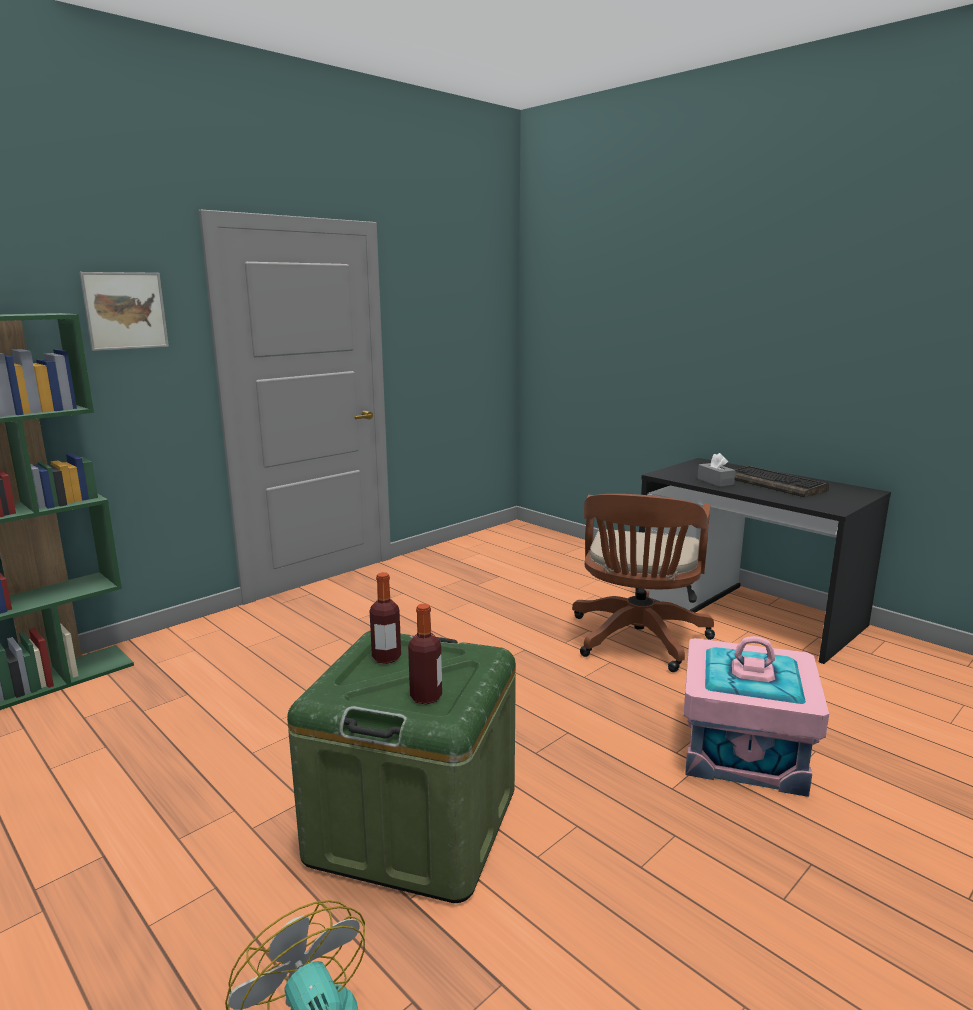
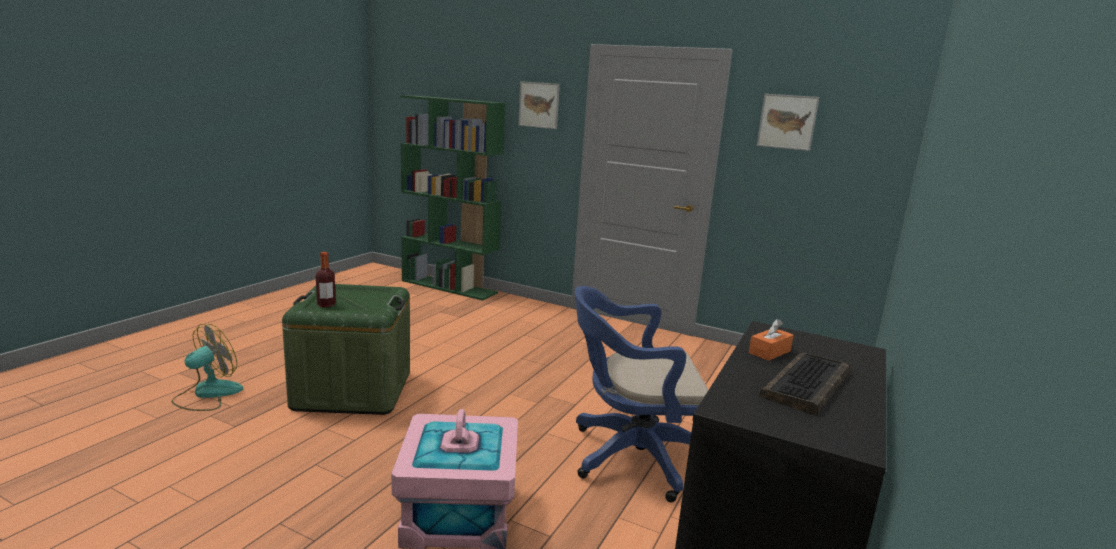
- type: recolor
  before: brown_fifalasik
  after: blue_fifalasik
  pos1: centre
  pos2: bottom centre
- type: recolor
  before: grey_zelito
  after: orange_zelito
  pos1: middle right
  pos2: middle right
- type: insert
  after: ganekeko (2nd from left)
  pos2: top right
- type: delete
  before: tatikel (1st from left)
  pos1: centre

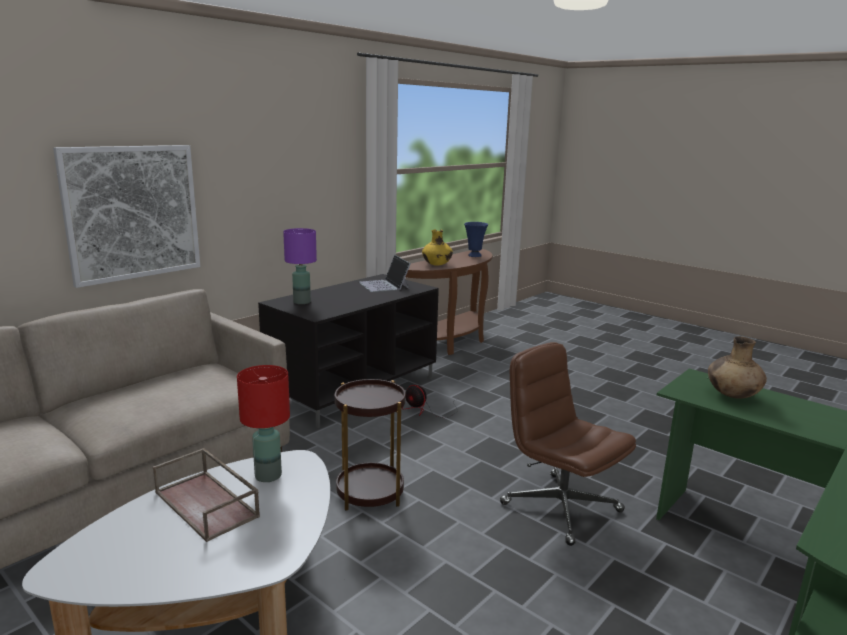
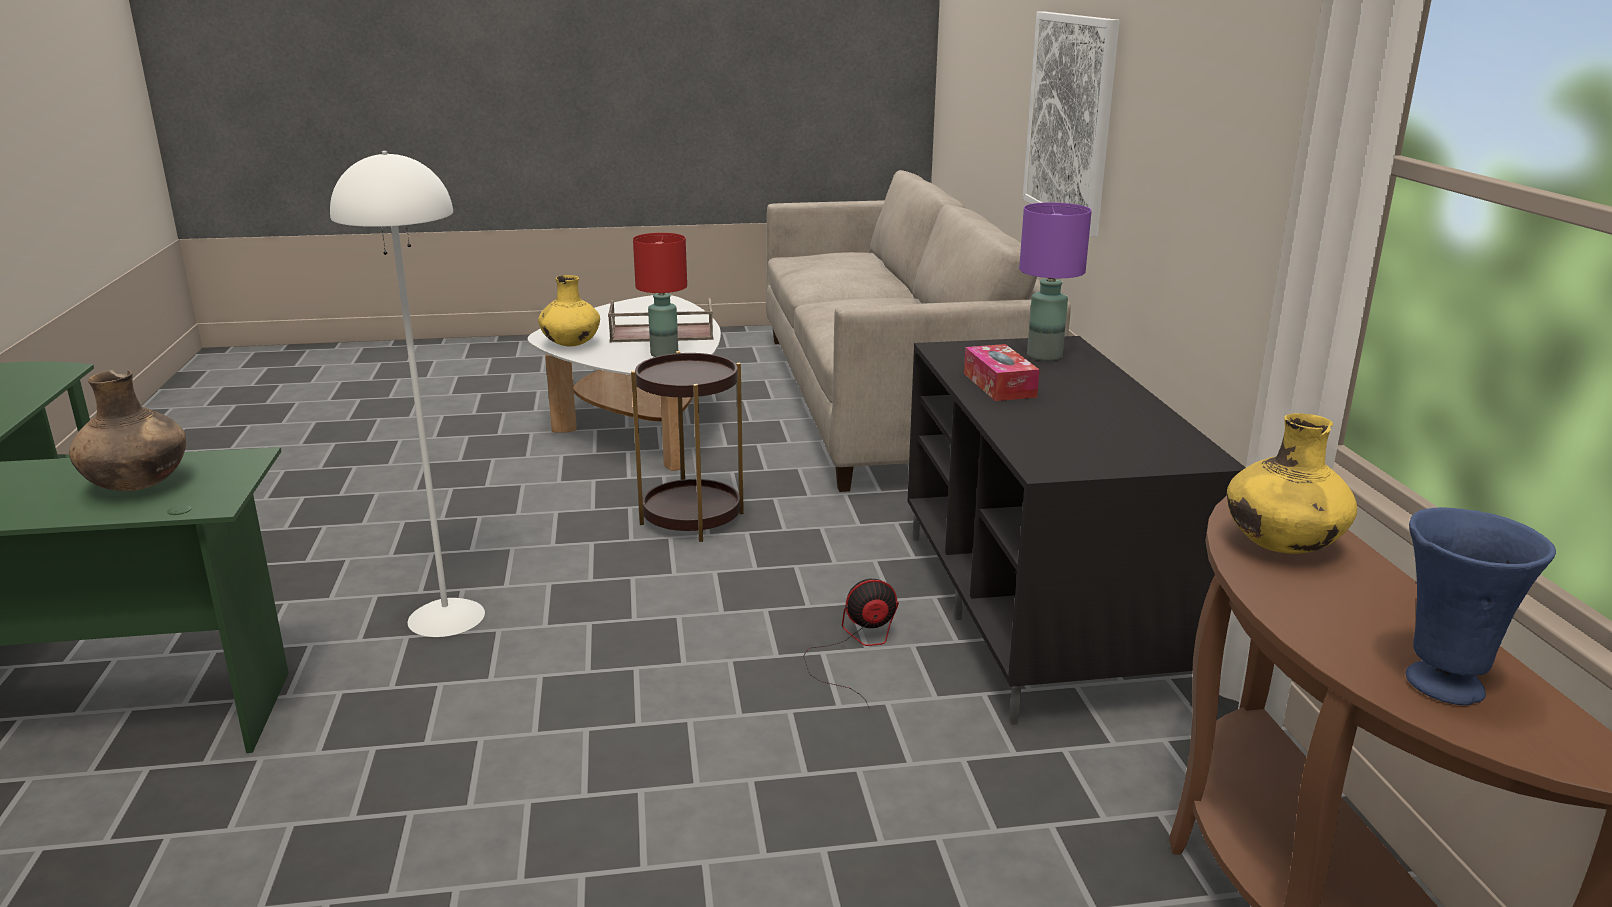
- type: replace
  before: brown_fifalasik
  after: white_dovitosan
  pos1: bottom right
  pos2: middle left
- type: insert
  after: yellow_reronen (1st from left)
  pos2: centre
- type: insert
  after: zelito
  pos2: centre
- type: delete
  before: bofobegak
  pos1: centre

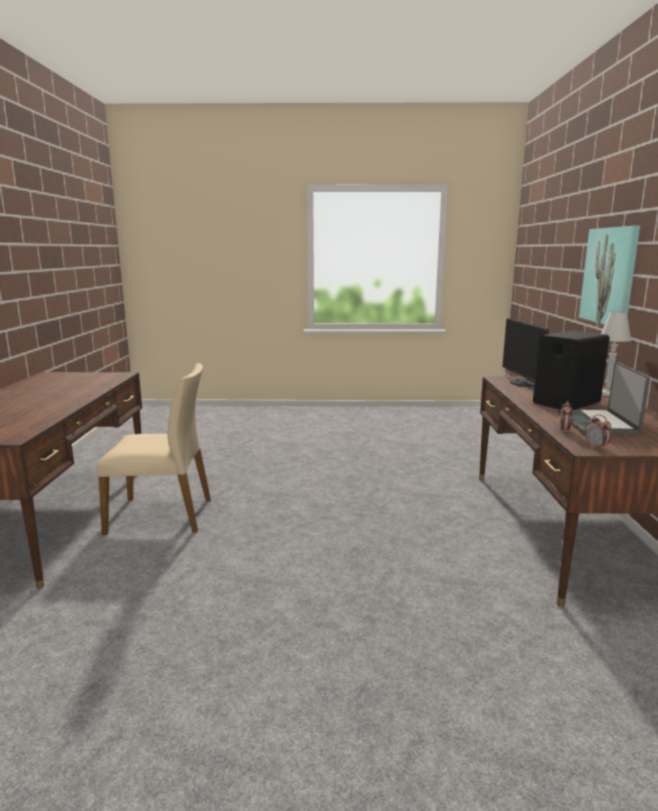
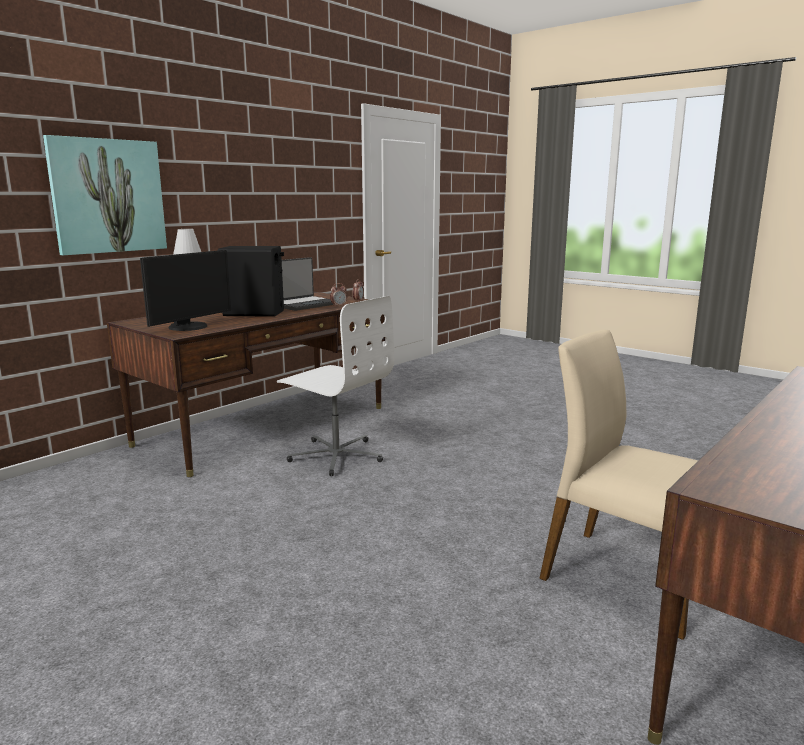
- type: insert
  after: white_fifalasik
  pos2: centre

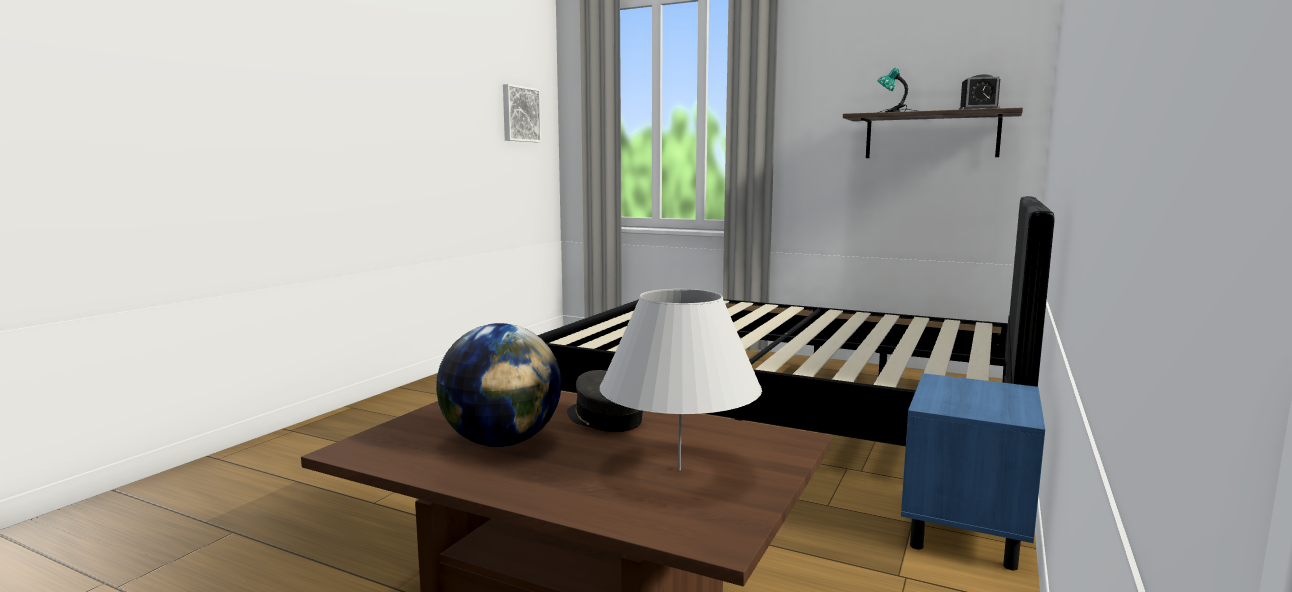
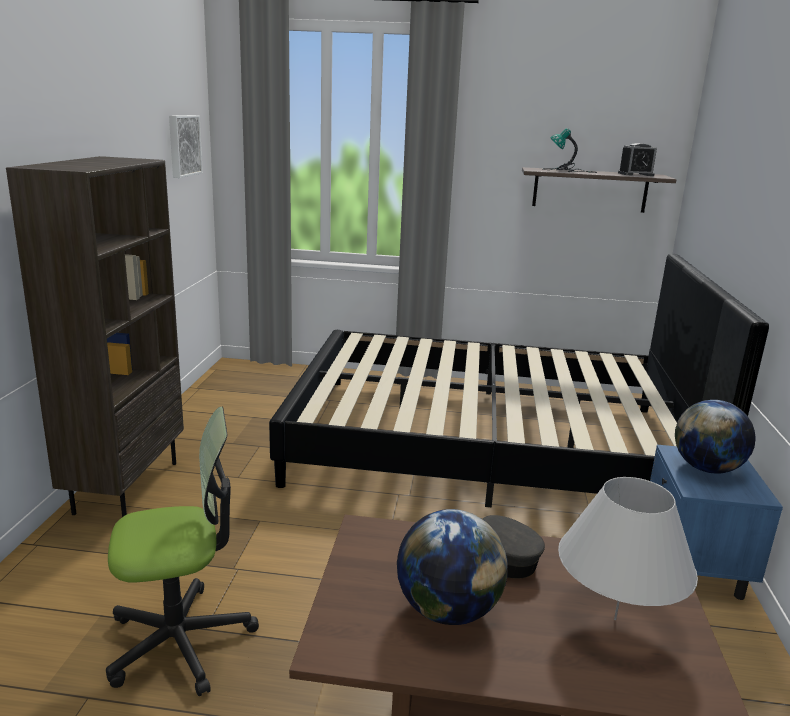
- type: insert
  after: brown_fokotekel
  pos2: middle left
- type: insert
  after: fifalasik
  pos2: bottom left
- type: insert
  after: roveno (2nd from left)
  pos2: middle right

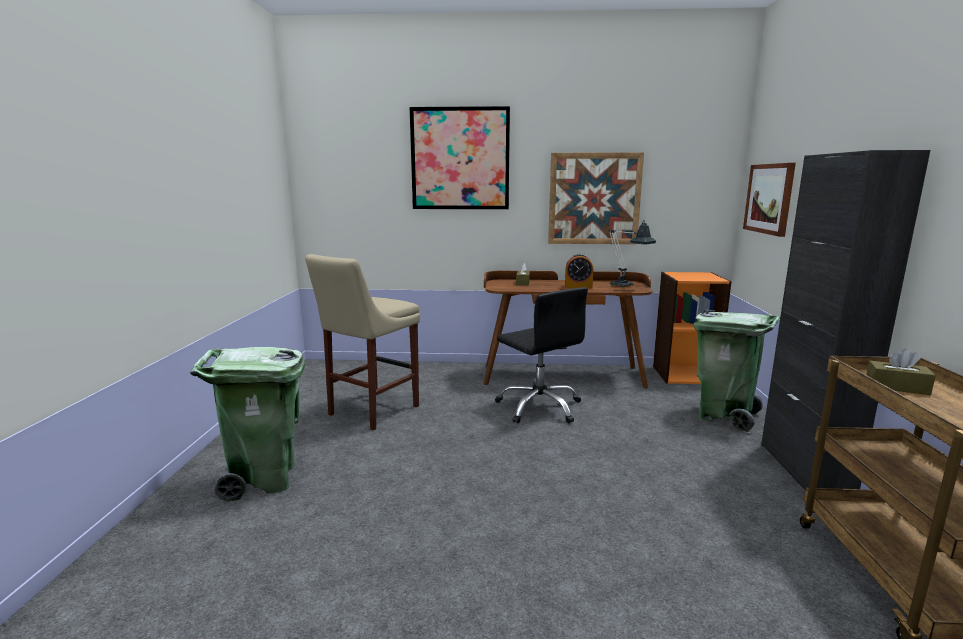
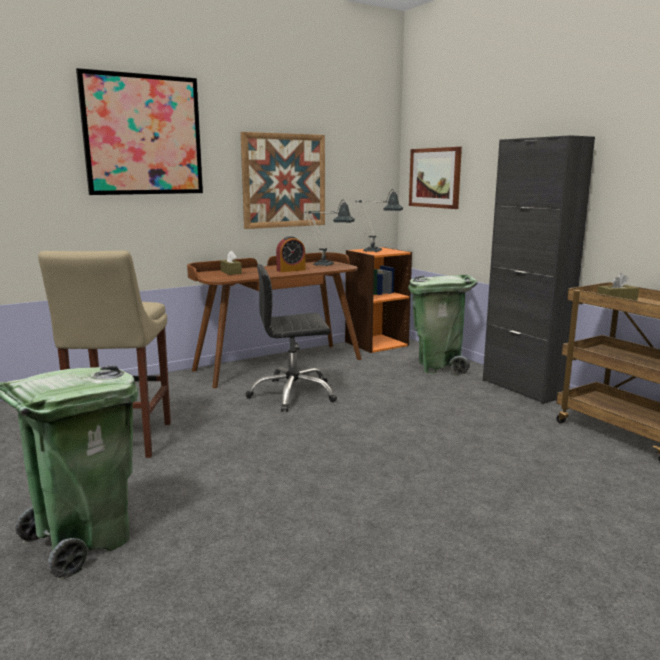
- type: rotate
  before: black_fifalasik
  pos1: centre
  pos2: centre
  turn: 150
- type: insert
  after: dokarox (2nd from left)
  pos2: centre

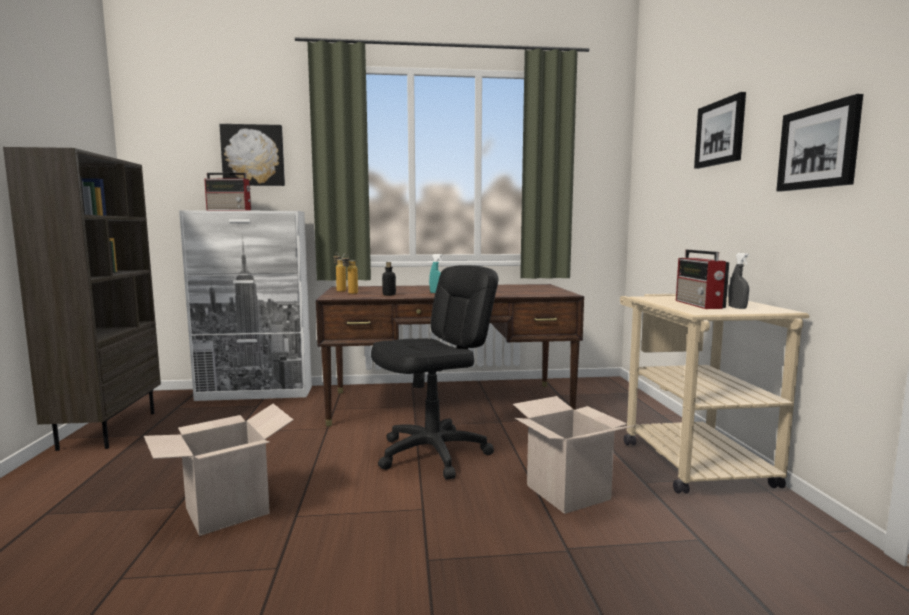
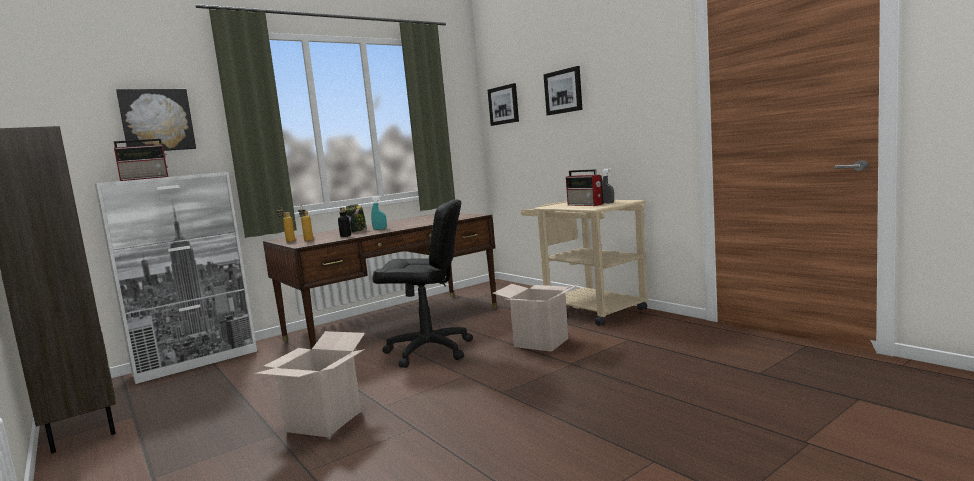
- type: insert
  after: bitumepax
  pos2: centre
- type: rotate
  before: black_fifalasik
  pos1: centre
  pos2: centre
  turn: 75
- type: move
  before: ganekeko (3rd from left in the first image)
  after: ganekeko (2nd from left)
  pos1: top right
  pos2: top centre

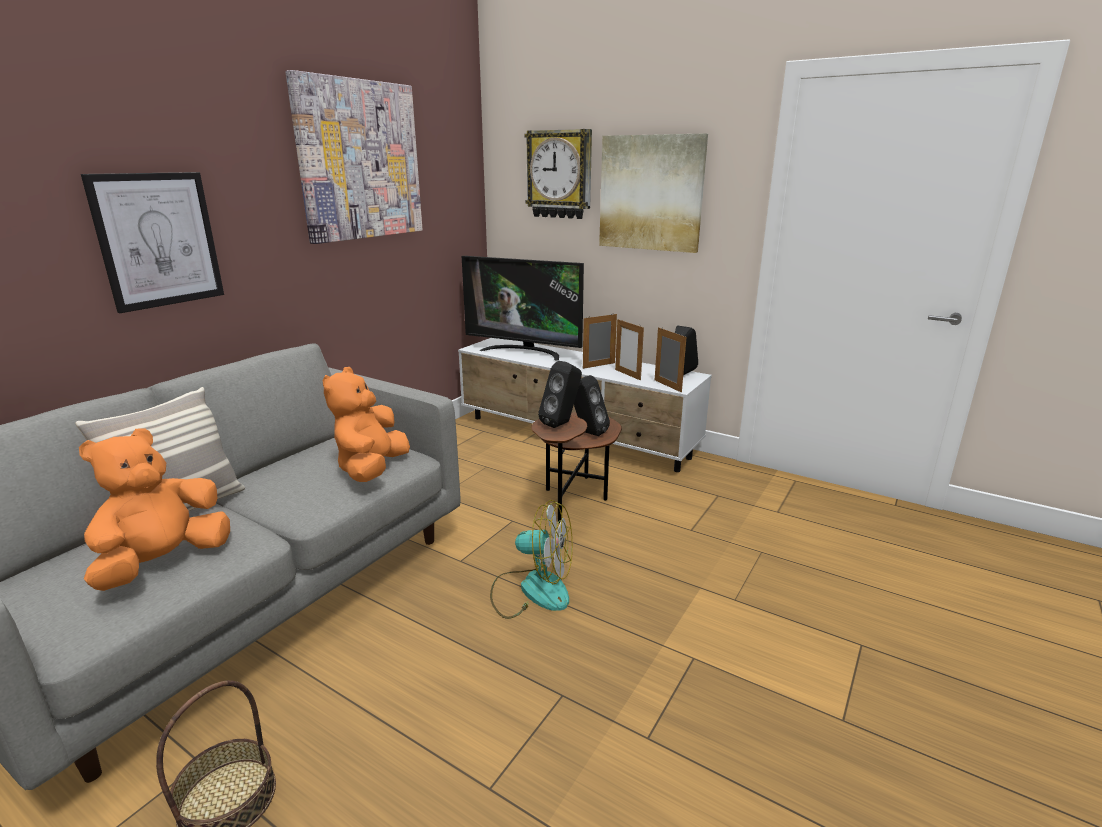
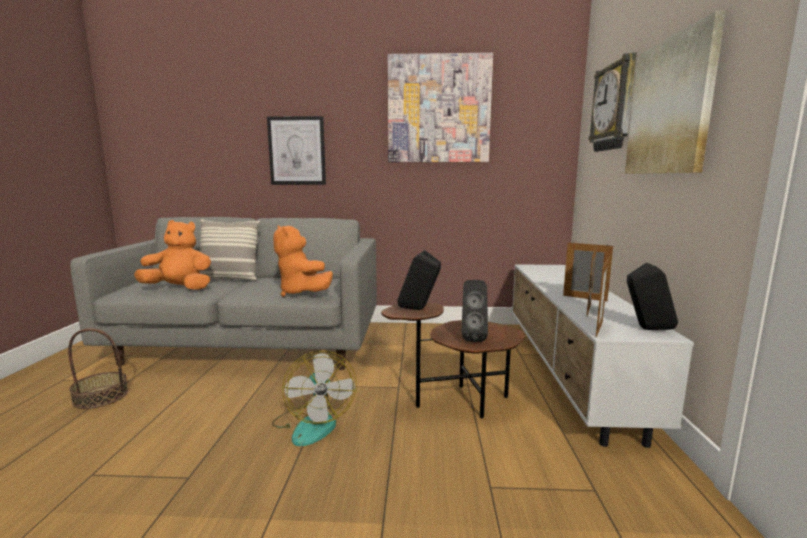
- type: rotate
  before: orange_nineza (2nd from left)
  pos1: middle left
  pos2: centre
  turn: -105
- type: delete
  before: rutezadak
  pos1: centre

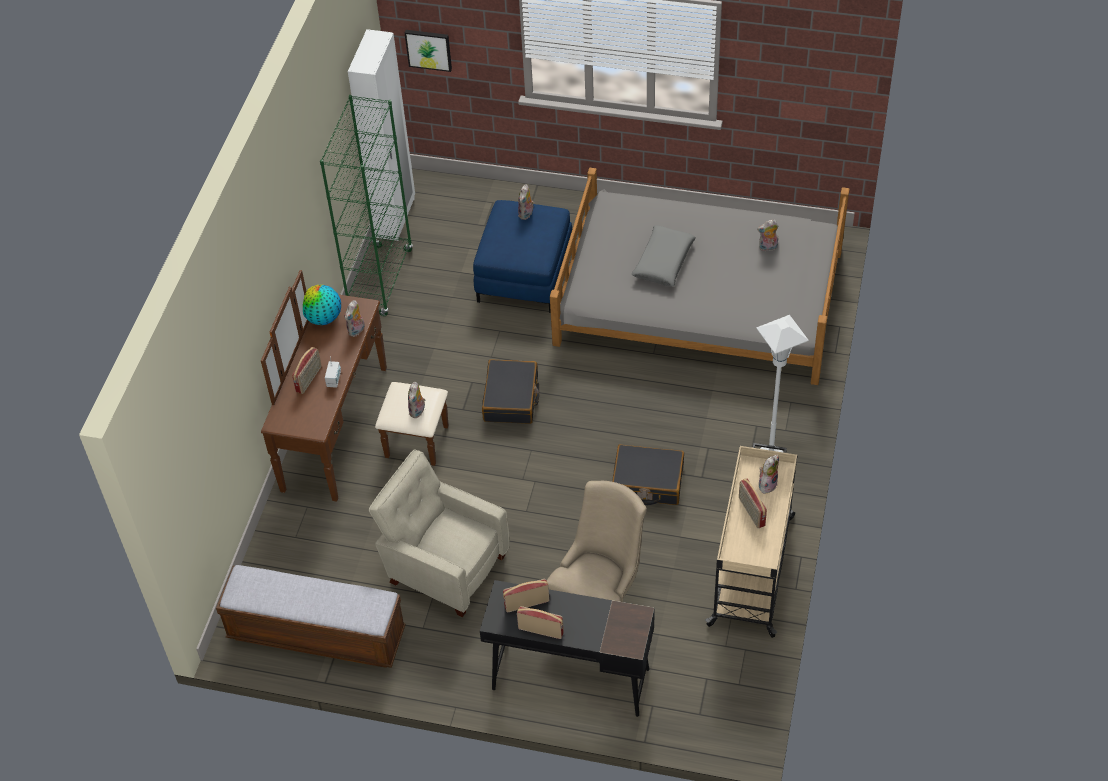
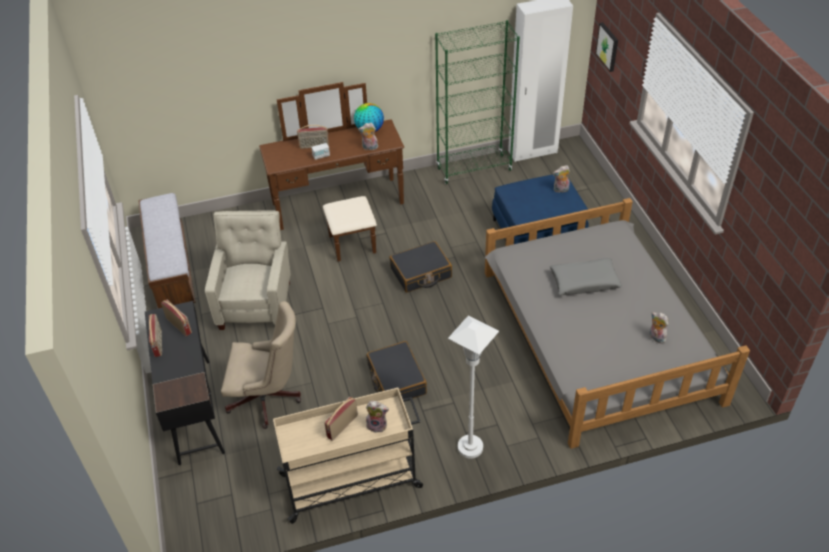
- type: delete
  before: nineza (2nd from left)
  pos1: centre

